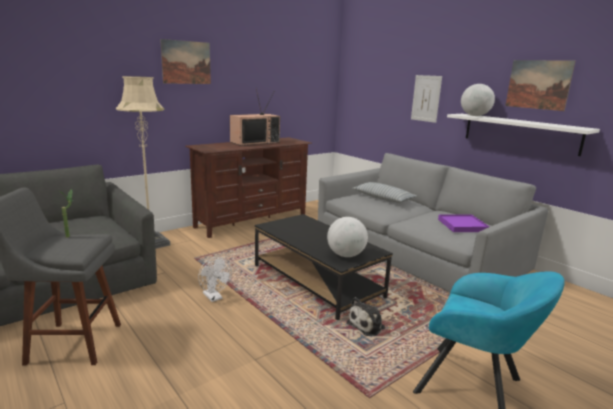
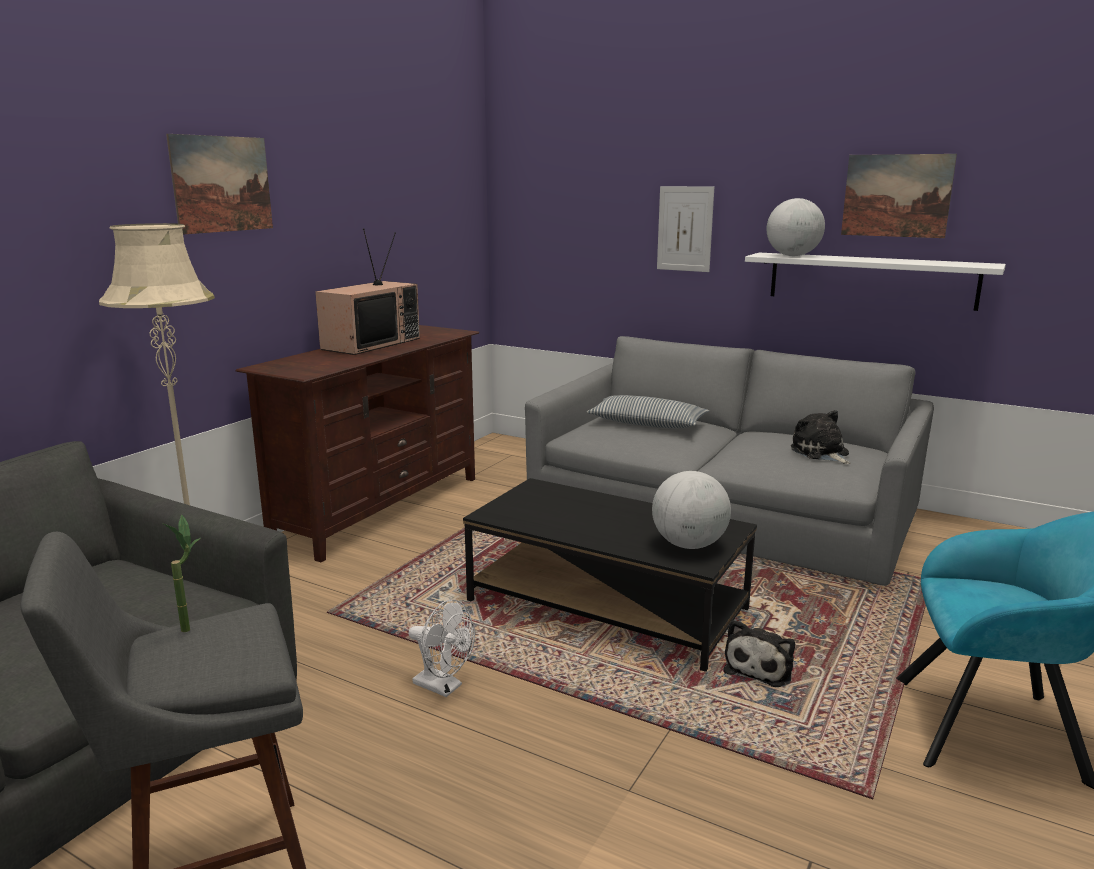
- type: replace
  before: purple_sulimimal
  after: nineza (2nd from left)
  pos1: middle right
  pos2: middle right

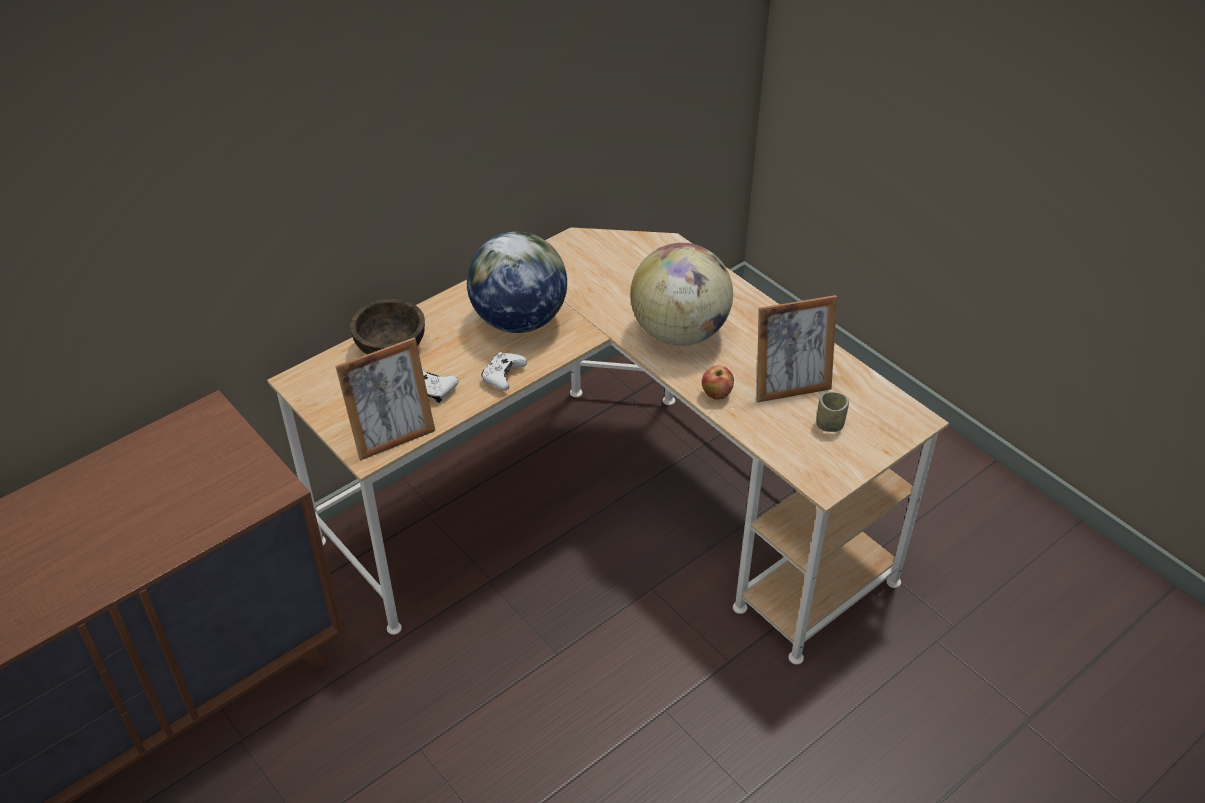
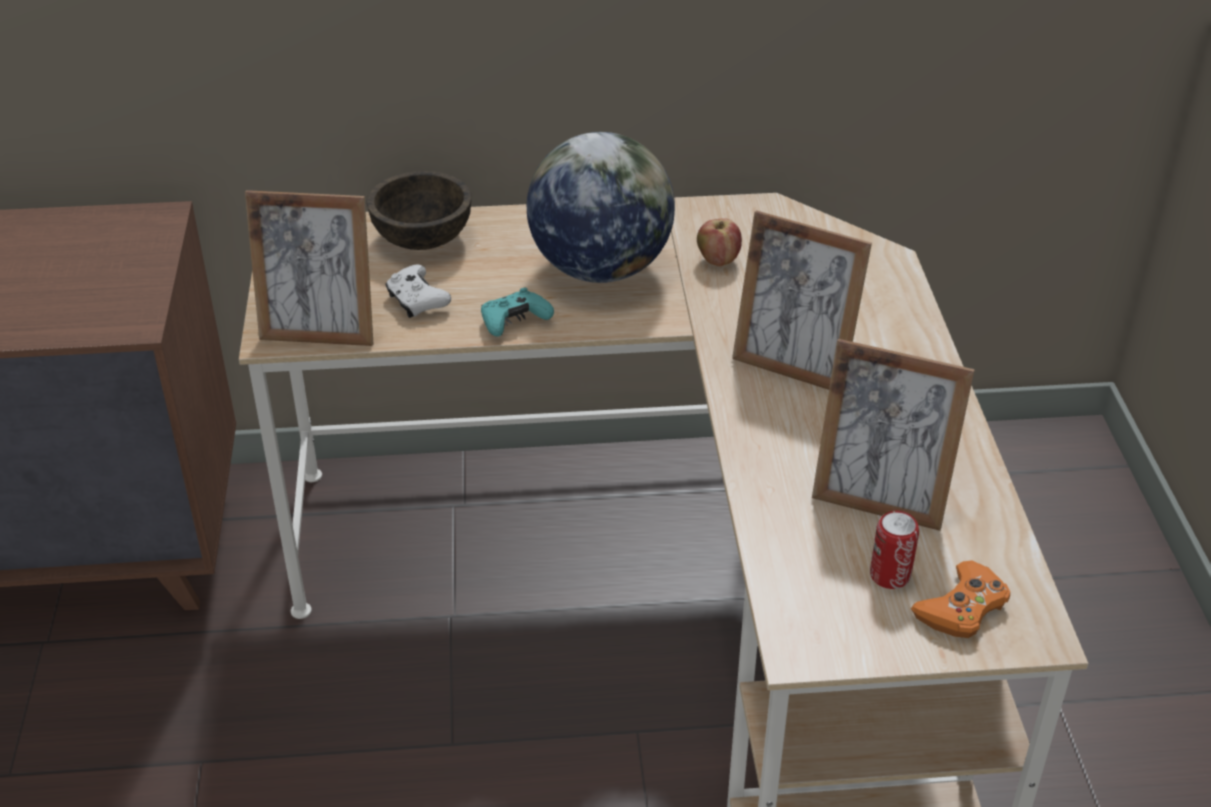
- type: recolor
  before: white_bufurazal (2nd from left)
  after: turquoise_bufurazal
  pos1: centre
  pos2: centre
- type: move
  before: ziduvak
  pos1: centre
  pos2: top centre
- type: replace
  before: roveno (2nd from left)
  after: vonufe (2nd from left)
  pos1: centre
  pos2: centre
- type: replace
  before: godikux
  after: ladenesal
  pos1: middle right
  pos2: bottom right
- type: insert
  after: orange_bufurazal
  pos2: bottom right

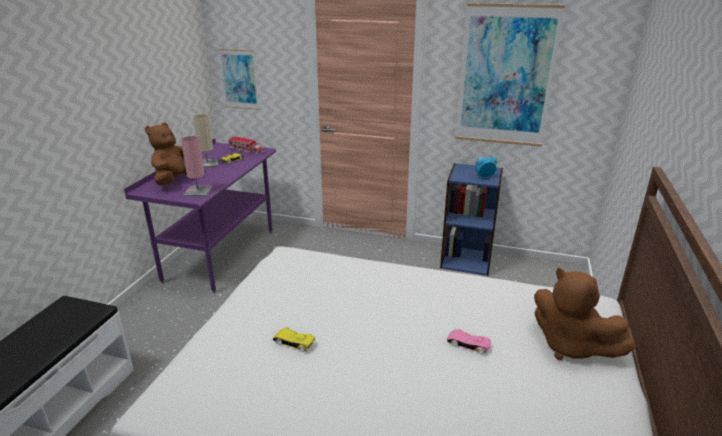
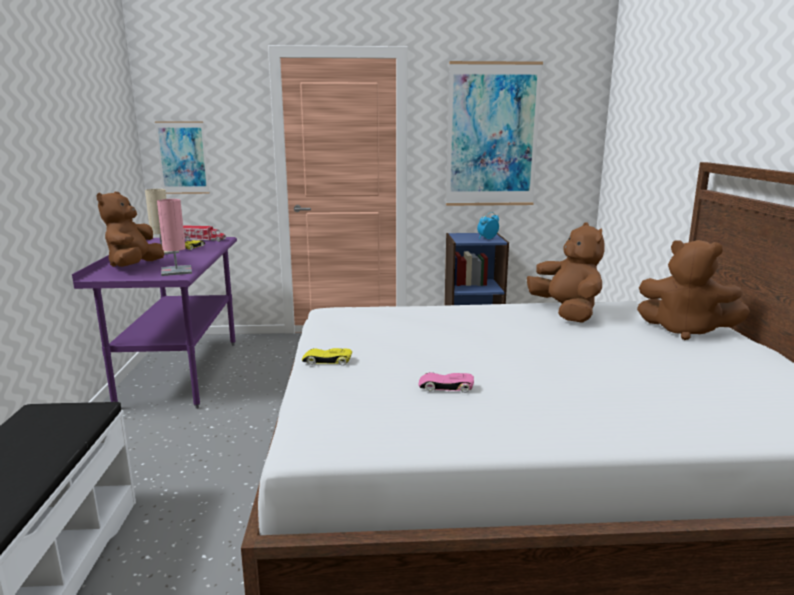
- type: move
  before: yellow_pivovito (2nd from left)
  pos1: bottom centre
  pos2: centre
- type: move
  before: pink_pivovito
  pos1: bottom centre
  pos2: centre
- type: insert
  after: brown_nineza (2nd from left)
  pos2: middle right

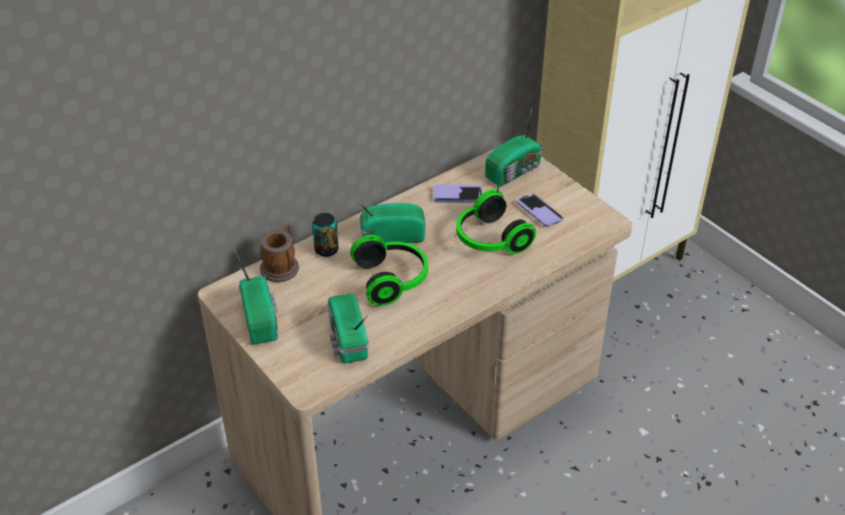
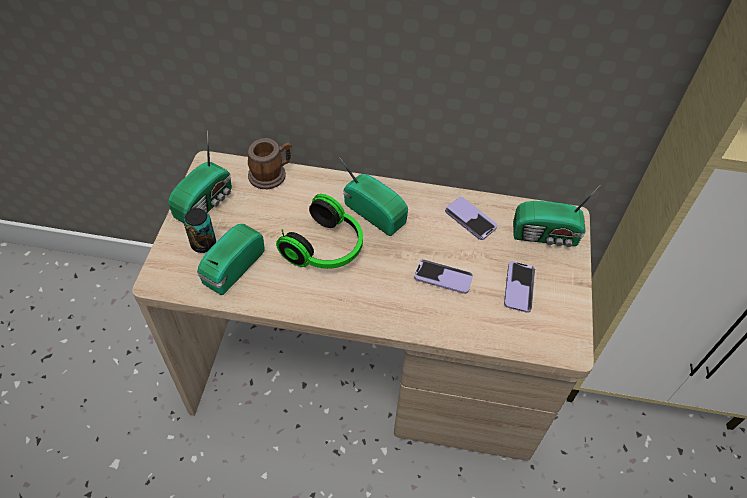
- type: move
  before: ladenesal
  pos1: centre
  pos2: middle left
- type: replace
  before: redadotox (2nd from left)
  after: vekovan (1st from left)
  pos1: centre
  pos2: centre

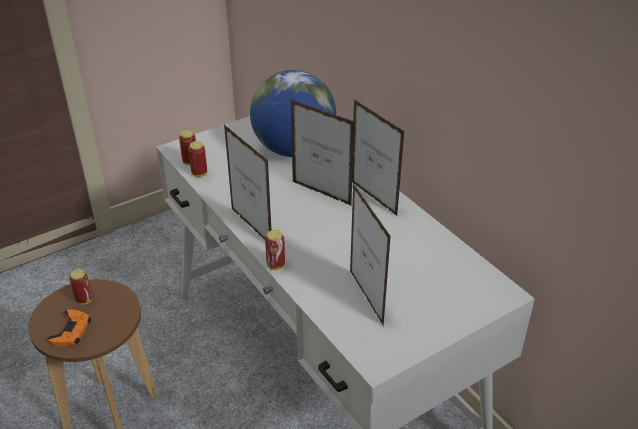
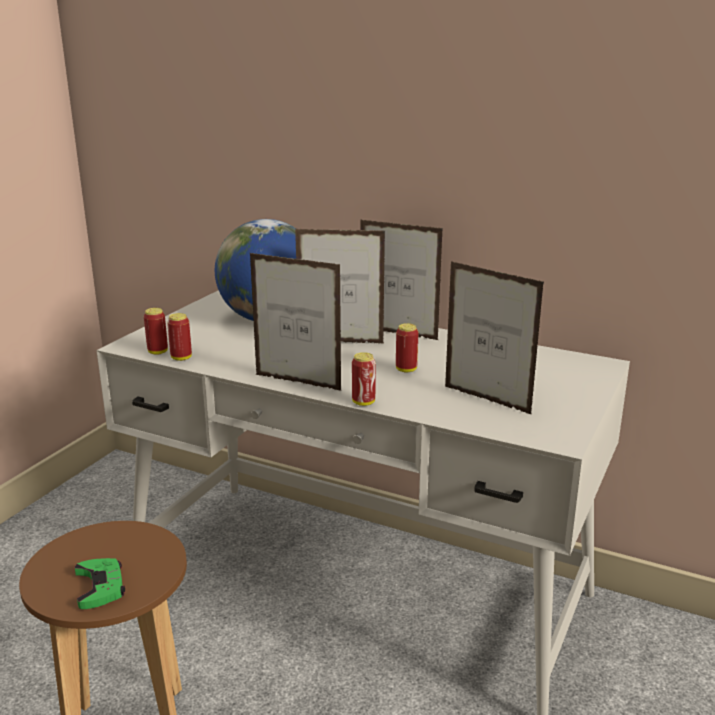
- type: recolor
  before: orange_bufurazal
  after: green_bufurazal
  pos1: bottom left
  pos2: bottom left
- type: move
  before: ladenesal (1st from left in the first image)
  after: ladenesal (4th from left)
  pos1: bottom left
  pos2: centre

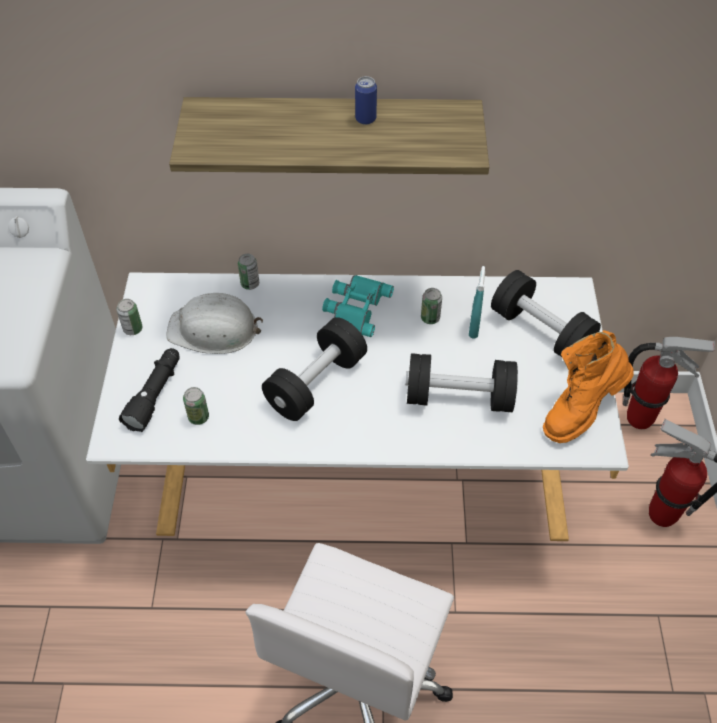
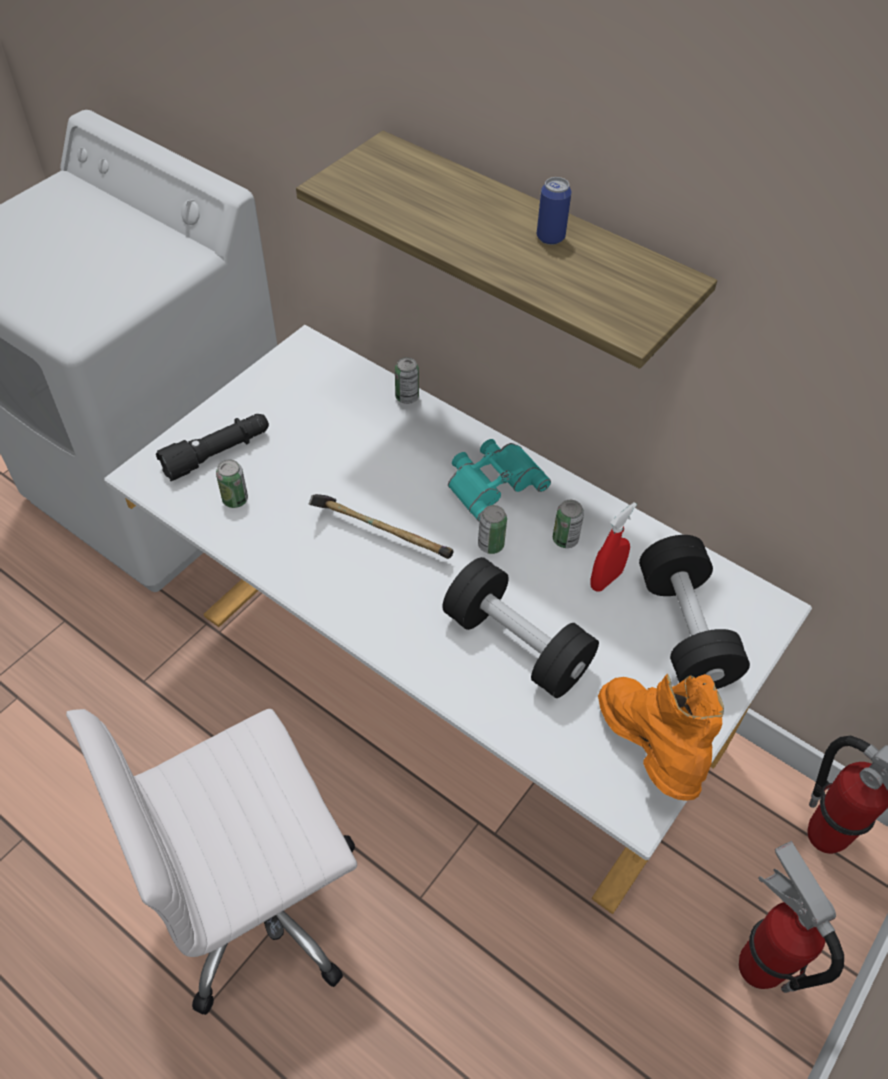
- type: replace
  before: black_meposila (1st from left)
  after: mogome
  pos1: centre
  pos2: centre
- type: move
  before: ladenesal (1st from left in the first image)
  after: ladenesal (3rd from left)
  pos1: middle left
  pos2: centre
- type: recolor
  before: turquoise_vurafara
  after: red_vurafara
  pos1: centre
  pos2: middle right
- type: rotate
  before: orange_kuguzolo
  pos1: middle right
  pos2: bottom right
  turn: 75
- type: delete
  before: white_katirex
  pos1: middle left

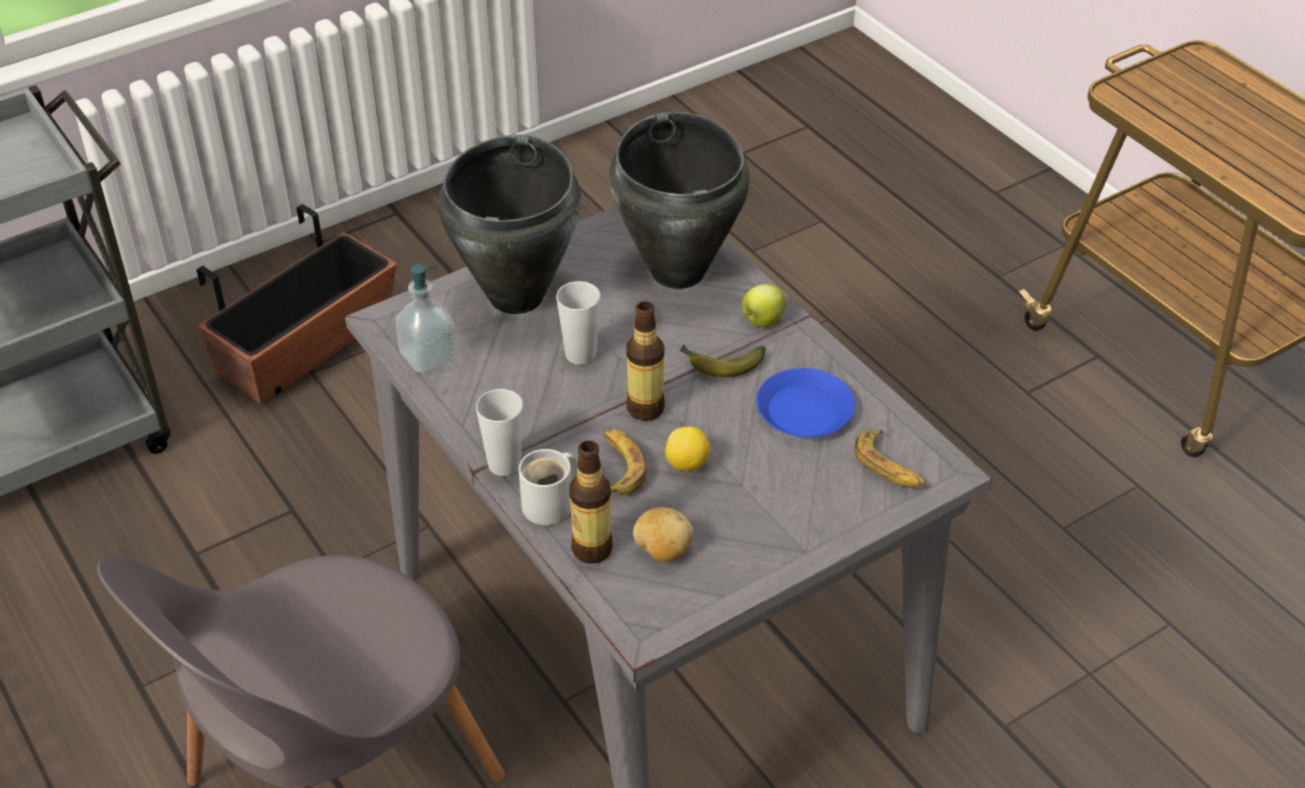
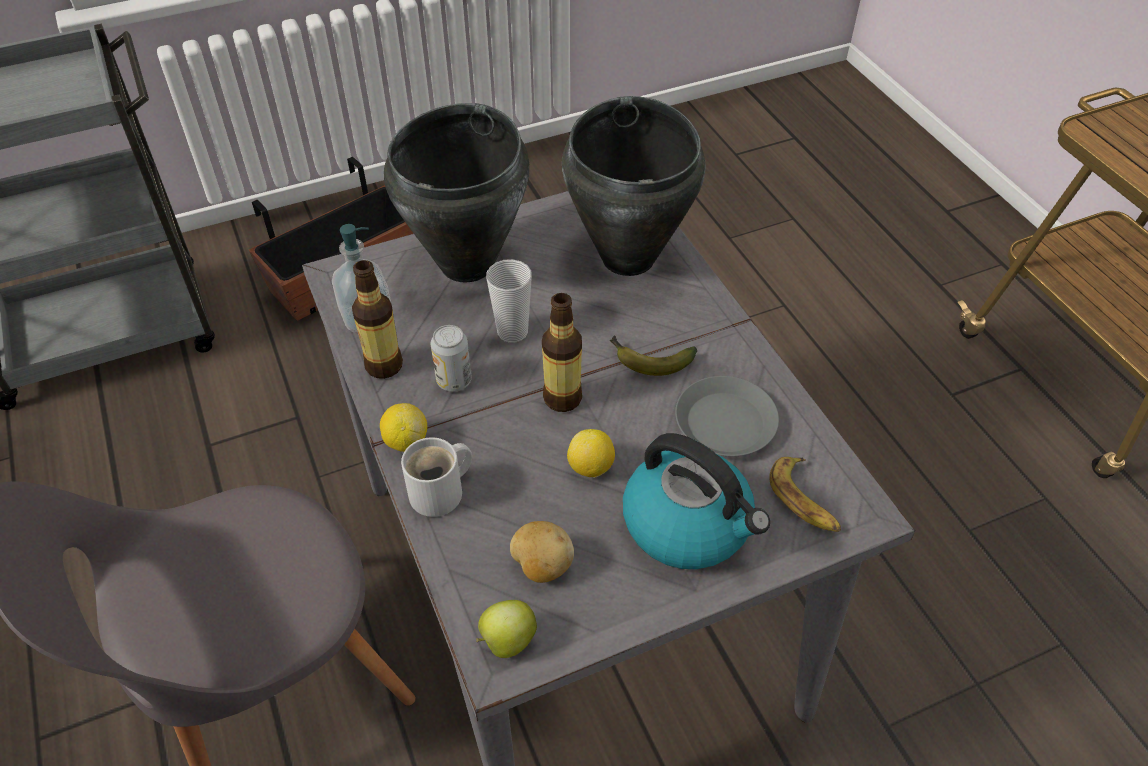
- type: move
  before: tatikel (1st from left)
  pos1: centre
  pos2: middle left
- type: replace
  before: godikux (1st from left)
  after: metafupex (1st from left)
  pos1: centre
  pos2: centre
- type: insert
  after: ladenesal
  pos2: centre
- type: move
  before: ziduvak
  pos1: centre
  pos2: bottom centre
- type: insert
  after: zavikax
  pos2: centre
- type: recolor
  before: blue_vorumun
  after: grey_vorumun
  pos1: centre
  pos2: centre
- type: delete
  before: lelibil (1st from left)
  pos1: centre

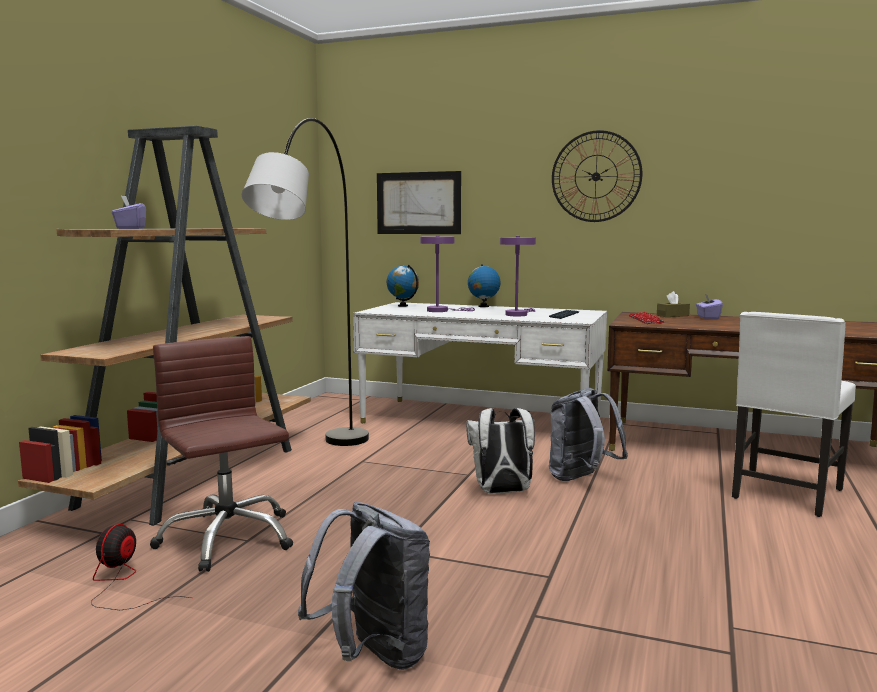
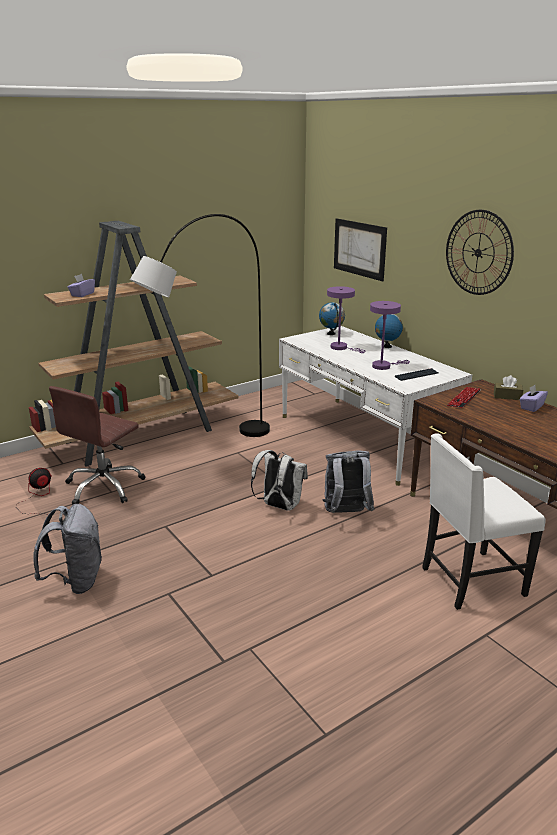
- type: rotate
  before: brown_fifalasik
  pos1: middle left
  pos2: middle left
  turn: -150

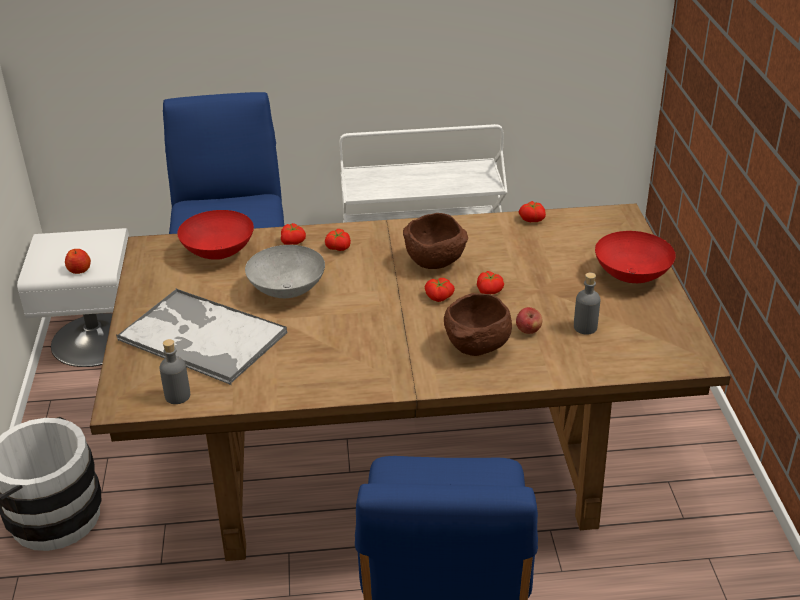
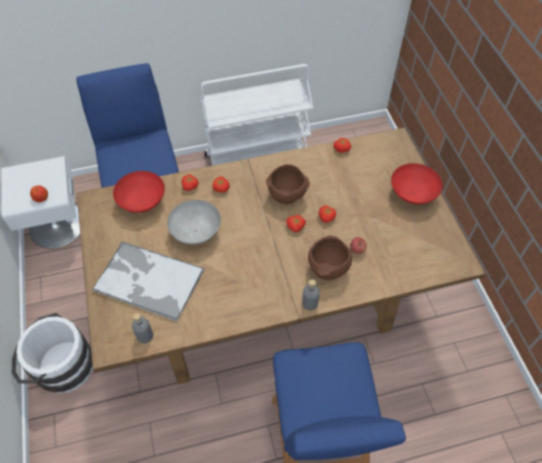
- type: move
  before: grey_tatikel (2nd from left)
  pos1: middle right
  pos2: centre

